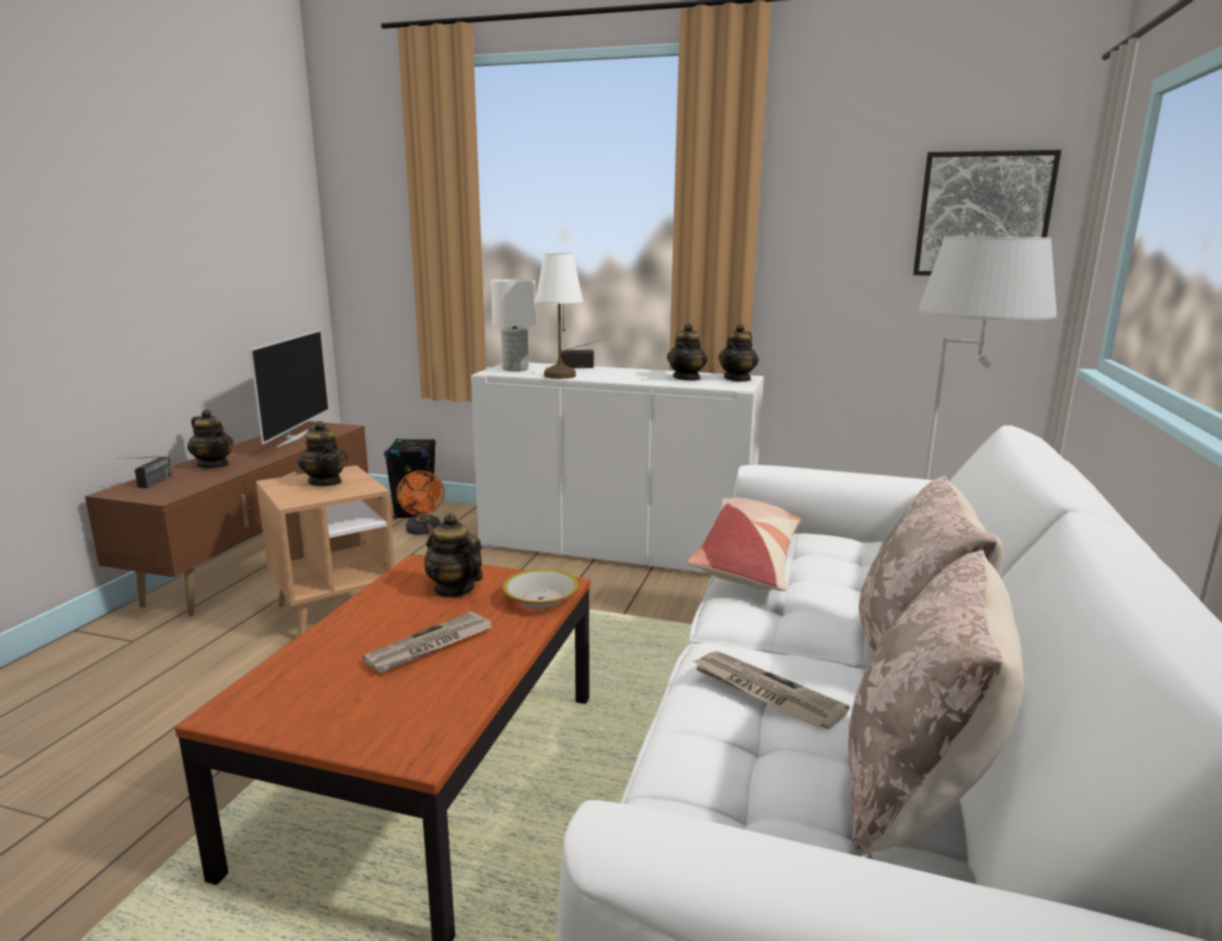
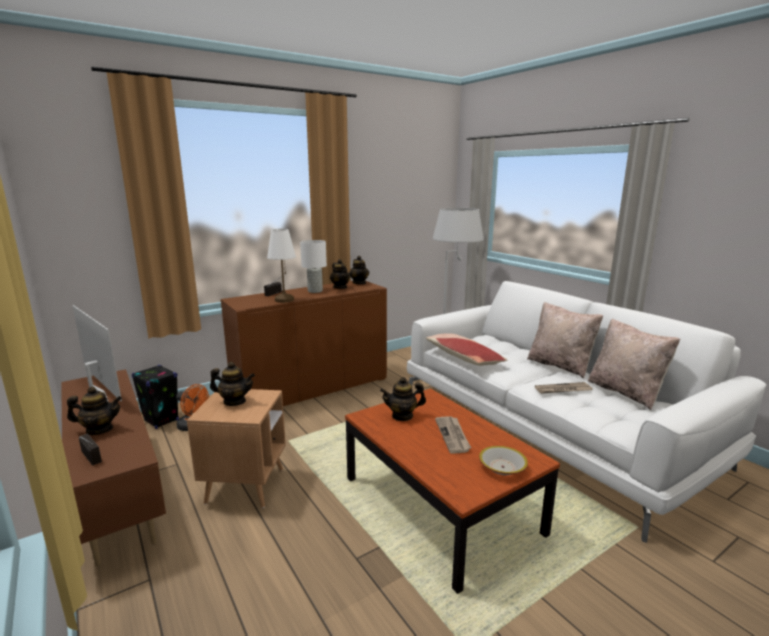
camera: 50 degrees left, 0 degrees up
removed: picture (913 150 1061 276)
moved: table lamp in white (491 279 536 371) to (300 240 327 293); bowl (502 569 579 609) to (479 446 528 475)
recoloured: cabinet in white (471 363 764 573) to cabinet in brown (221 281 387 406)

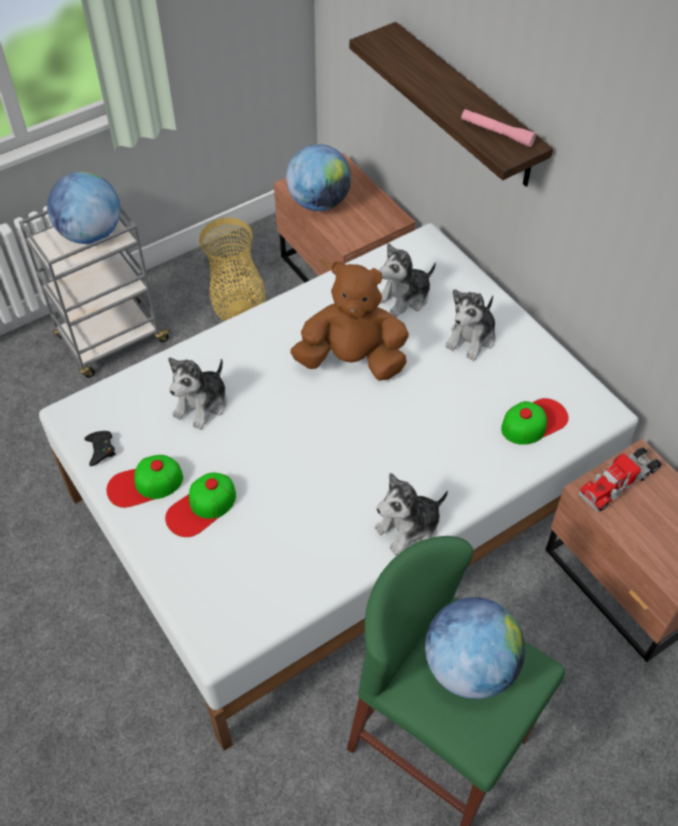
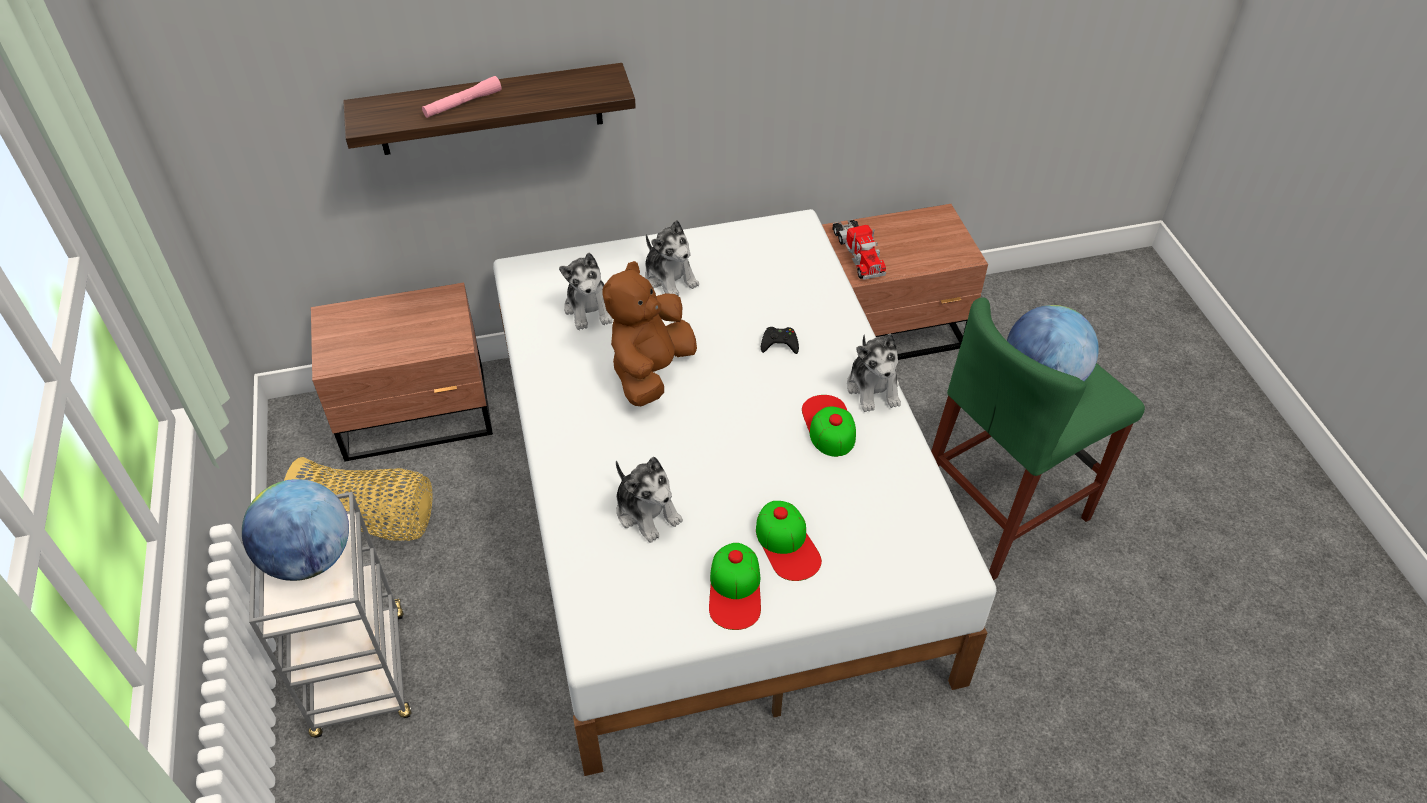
camera: 70 degrees left, 5 degrees down
removed: globe (286 144 351 211)
moved: flashlight in pink (461 109 536 147) to (422 76 501 118); game controller in black (84 431 116 466) to (761 327 799 354); cap (501 398 569 445) to (802 395 856 457)

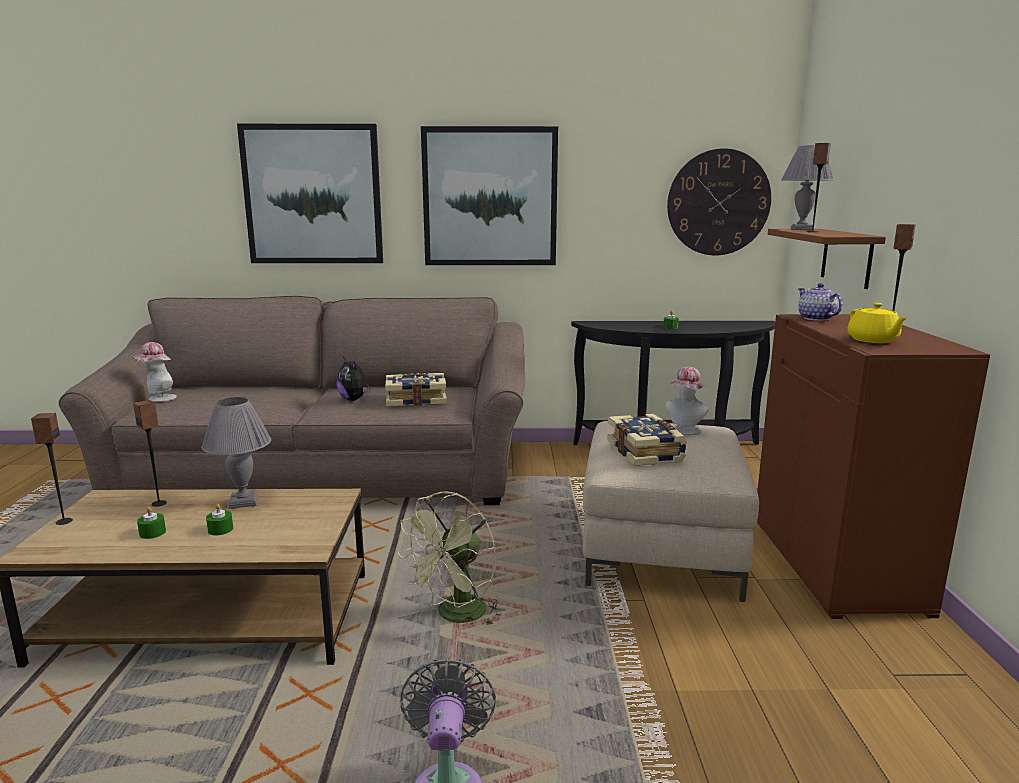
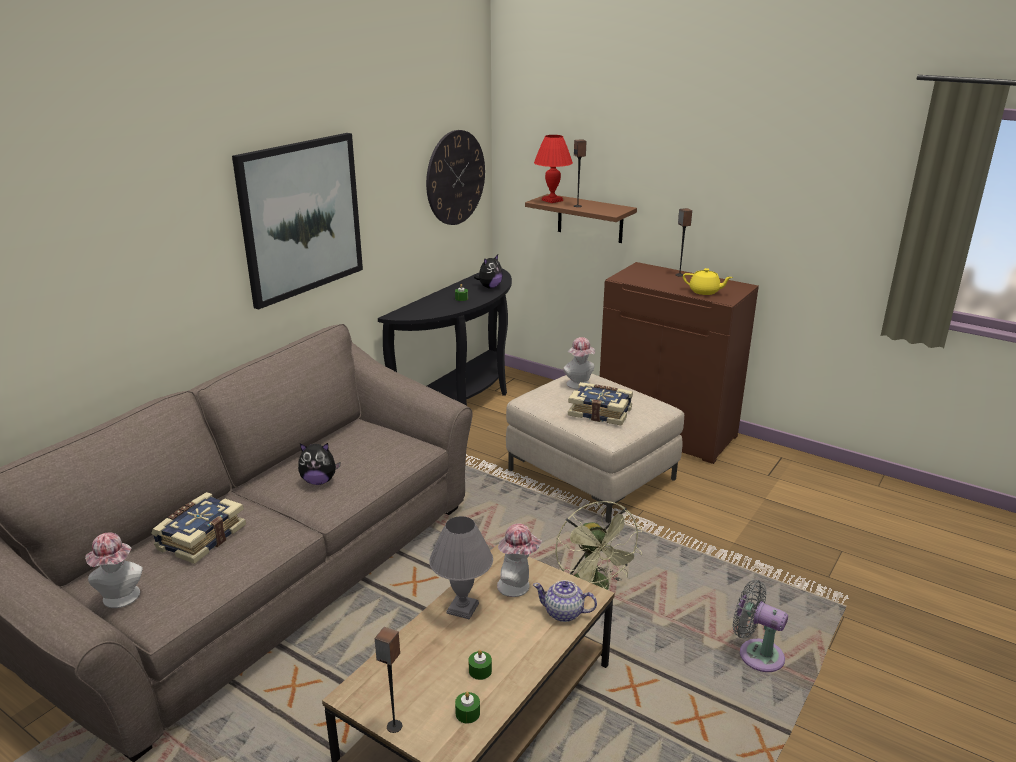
camera: 55 degrees left, 10 degrees up
removed: speaker (133 400 167 507); picture (237 124 383 263)
added: plush toy (474 255 503 289); hat (497 524 542 597)
moved: book (385 373 447 407) to (151 492 246 564); candle in green (206 504 233 536) to (455 691 480 723); teapot (798 283 843 321) to (533 580 597 622)
recoloured: table lamp in grey (782 145 834 230) to table lamp in red (534 135 573 203)

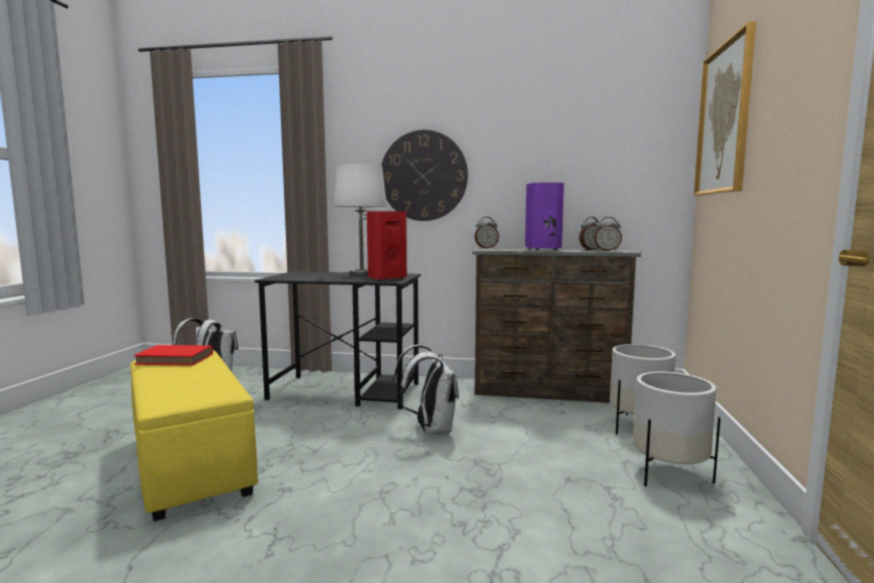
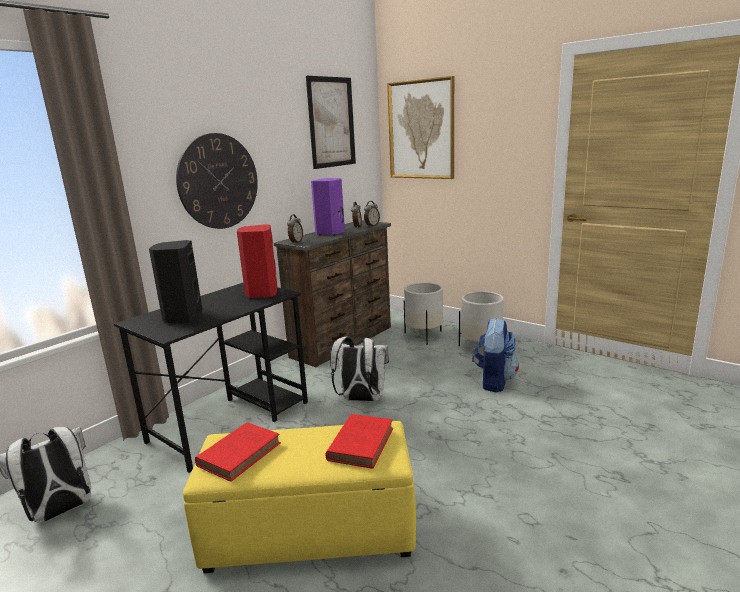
camera: 60 degrees left, 10 degrees up
removed: table lamp in white (334 163 387 276)
added: speaker in black (149 240 203 323); picture (306 76 356 169); book in red (326 414 393 469); backpack (472 318 519 393)

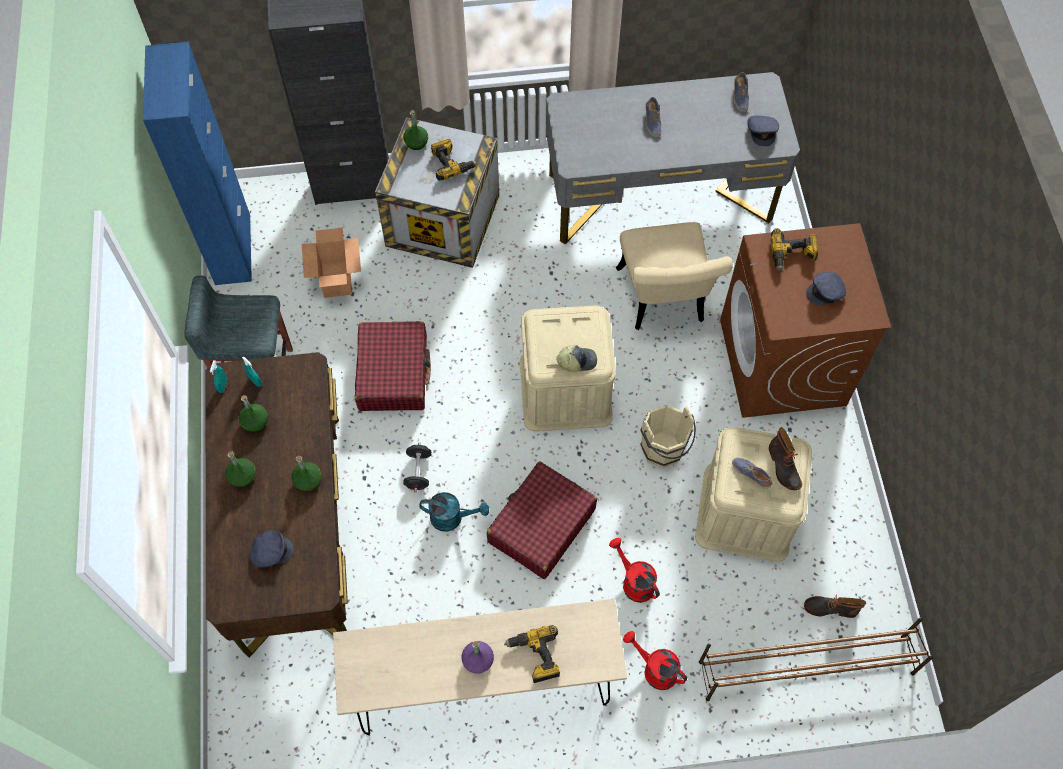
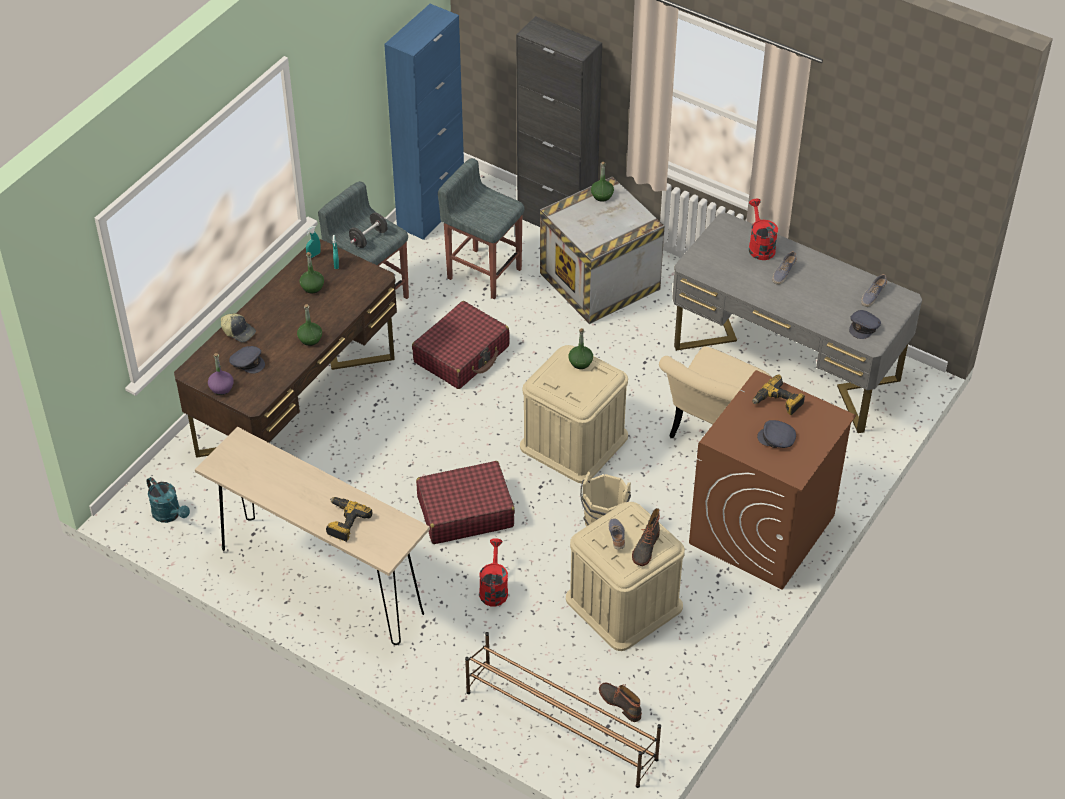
camera: 40 degrees right, 15 degrees down
removed: power drill (431 139 477 181)
moved: watering can in turquoise (419 492 489 532) to (147 477 190 523); bottle in purple (462 641 494 673) to (208 353 234 395); cap (556 345 597 372) to (221 313 256 342); dumbbell in black (403 442 431 493) to (349 212 387 248); bottle in green (225 451 256 487) to (568 328 593 369); watering can in red (623 631 687 690) to (749 199 778 260)
replaced: cardboard box (302 228 361 298) to stool in grey (438 158 524 299)

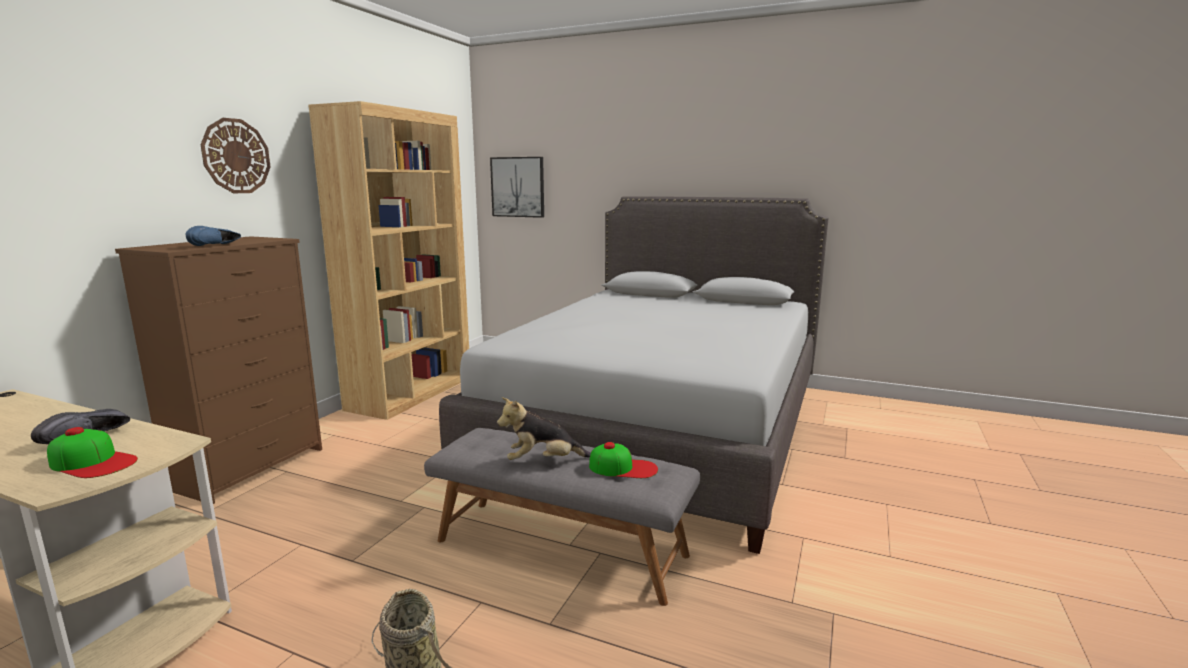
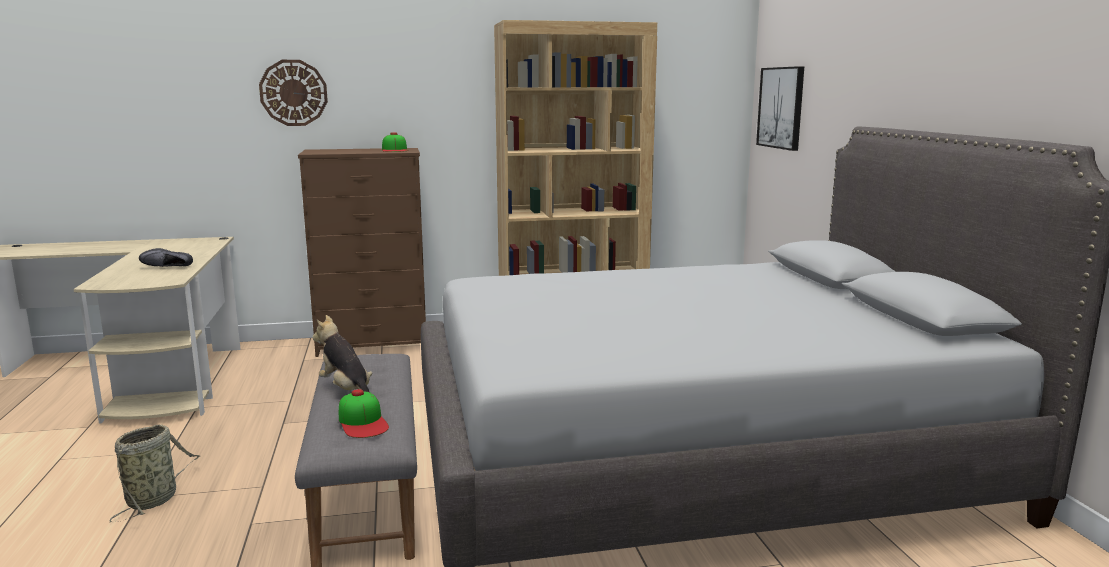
camera: 55 degrees right, 0 degrees up
removed: shoe in blue (186 226 241 246)
moved: wall clock (200 118 270 193) to (259 60 328 126); cap (47 427 138 478) to (382 132 408 152)

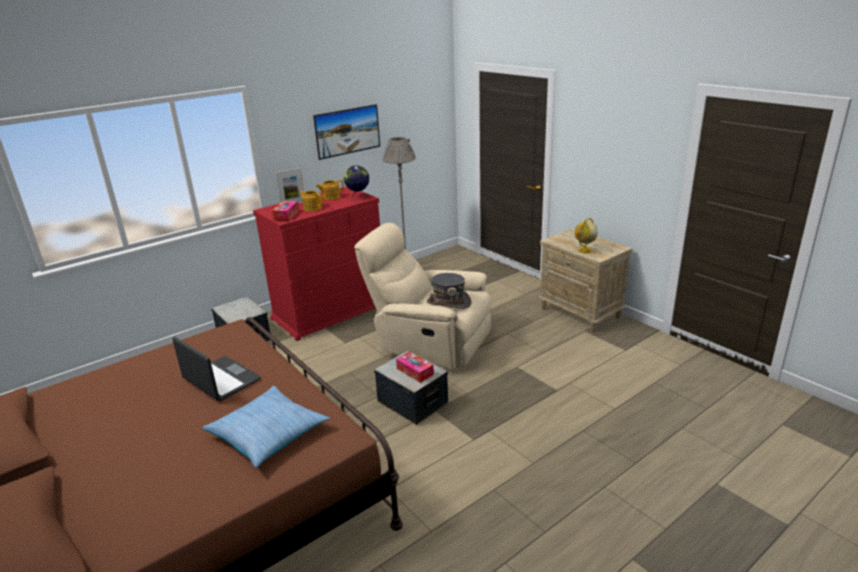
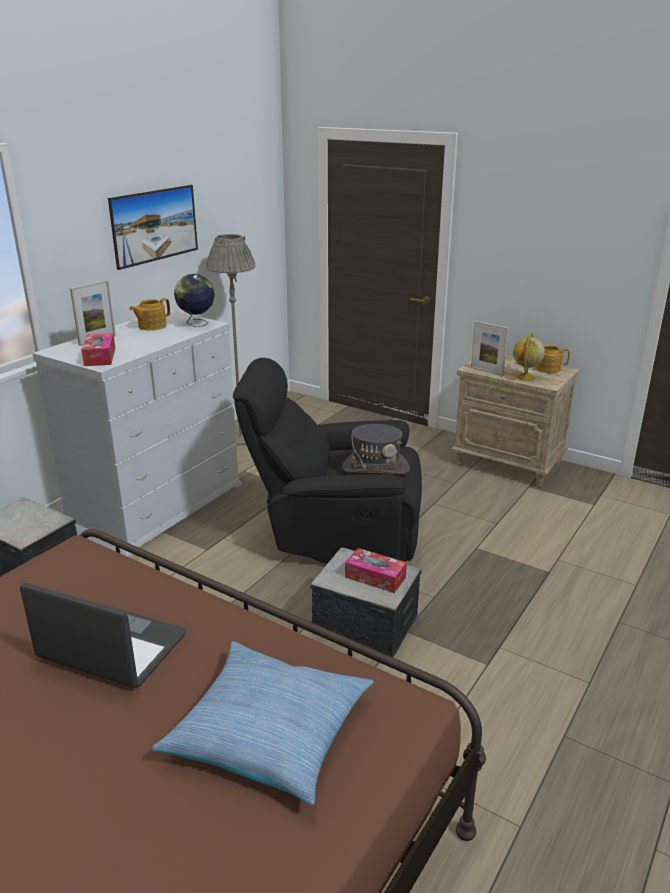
camera: 20 degrees left, 0 degrees up
added: picture frame (471 321 508 376)
moved: teapot (300 191 323 211) to (536 345 570 373)
recoloured: dresser in red (253 186 380 341) to dresser in white (32 310 242 557); armchair in beige (354 223 491 370) to armchair in black (233 358 422 564)

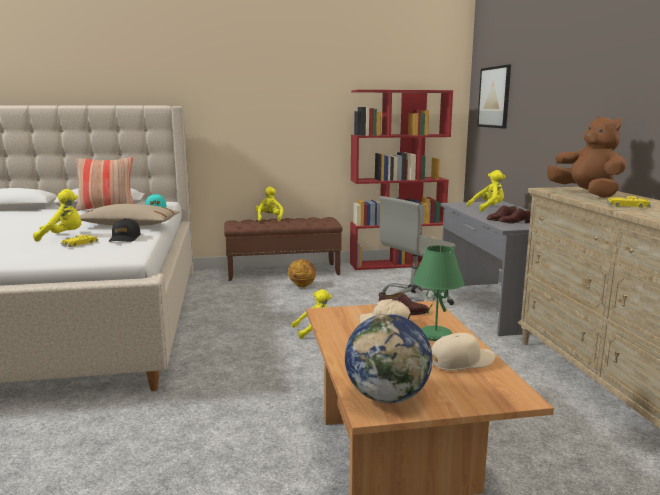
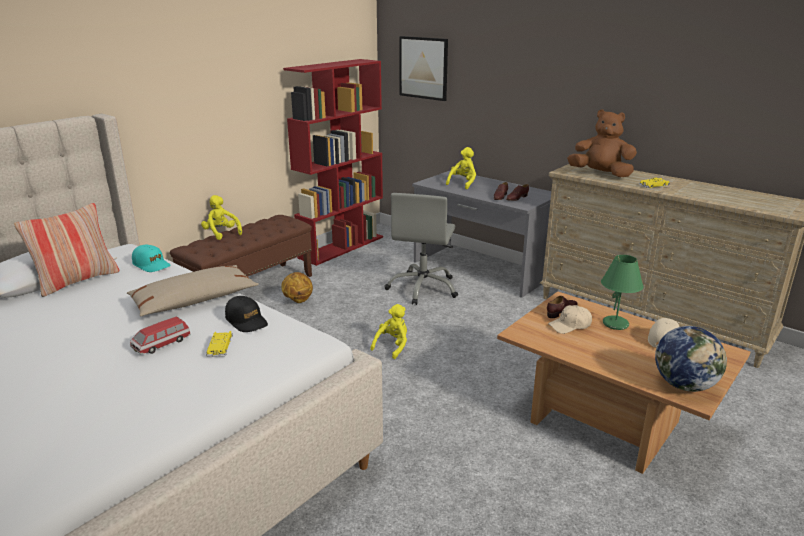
camera: 40 degrees left, 10 degrees up
replaced: plush toy in yellow (33 189 81 242) to toy car (130 317 191 354)

